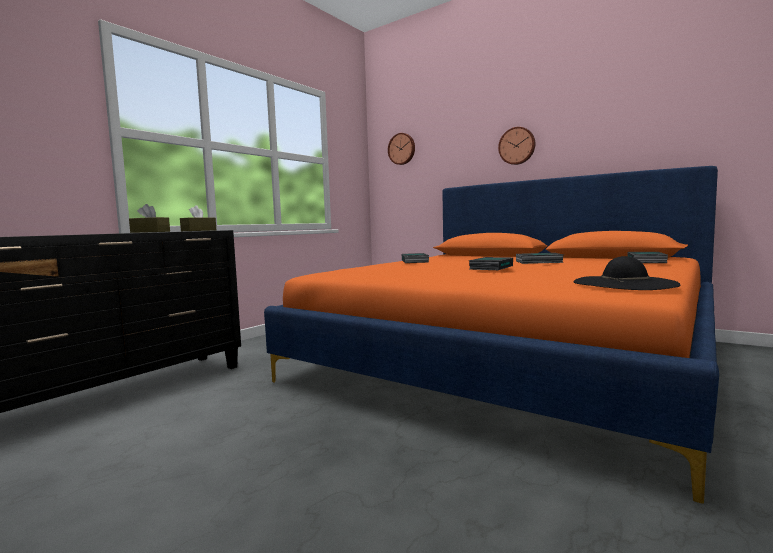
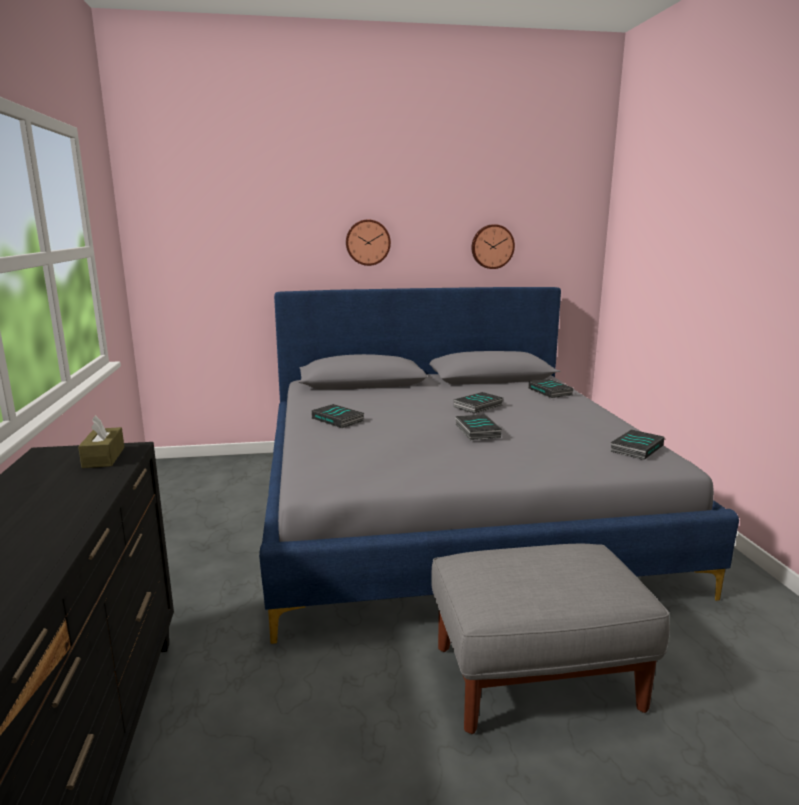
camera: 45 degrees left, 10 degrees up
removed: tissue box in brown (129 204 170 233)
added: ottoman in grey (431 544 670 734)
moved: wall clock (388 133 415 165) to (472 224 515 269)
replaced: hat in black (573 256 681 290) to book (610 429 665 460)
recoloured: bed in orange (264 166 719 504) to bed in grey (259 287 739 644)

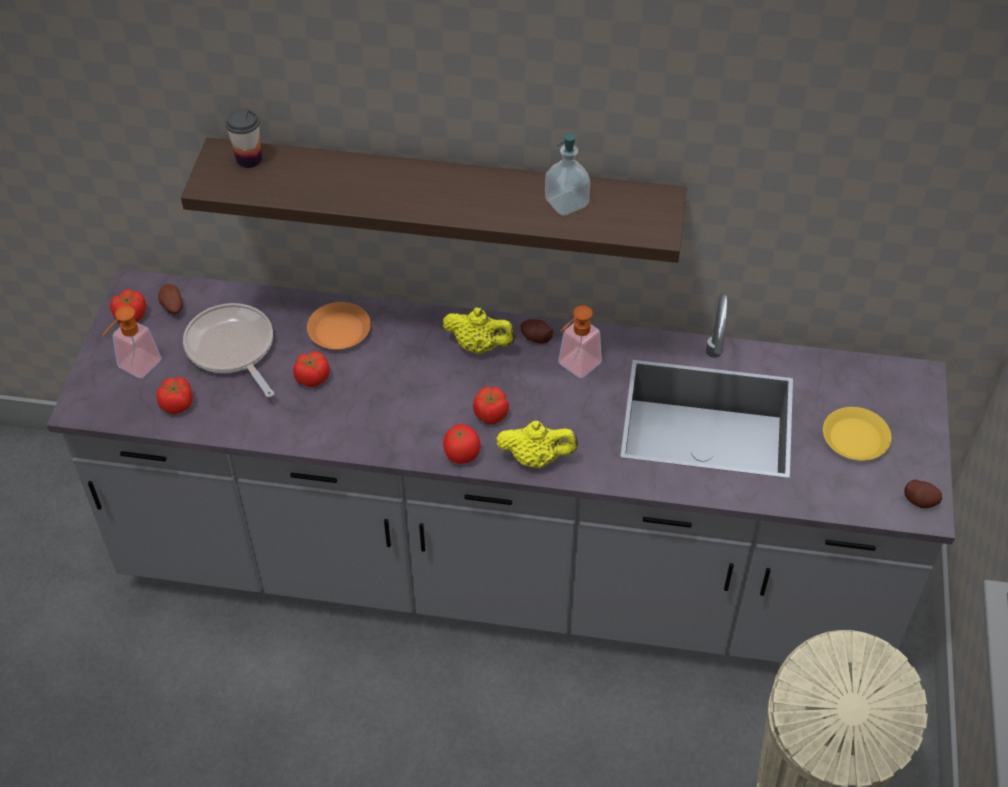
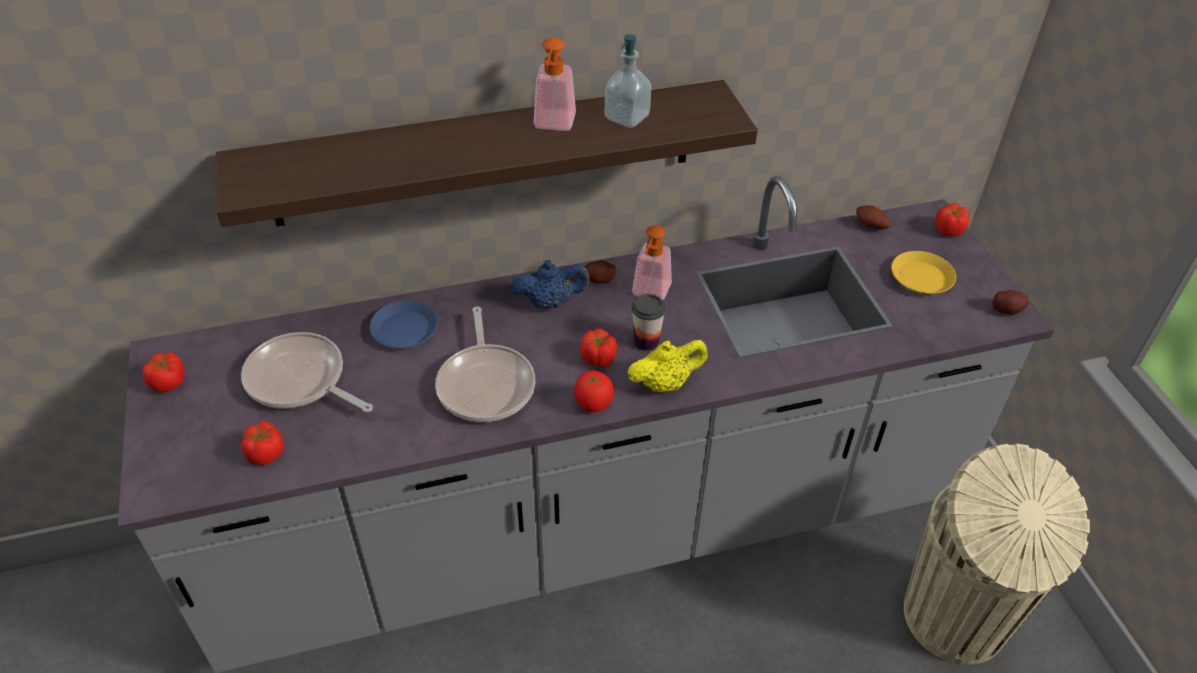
camera: 25 degrees left, 5 degrees down
added: frying pan (435 307 535 422)
moved: soap dispenser (102 306 162 379) to (534 38 576 131); cup (225 108 262 168) to (632 294 666 351); potato (158 284 183 314) to (856 205 891 230); tomato (293 351 330 387) to (935 203 969 237)
recoloured: plate in orange (307 302 371 349) to plate in blue (369 300 438 348); teapot in yellow (443 308 516 354) to teapot in blue (511 260 590 308)

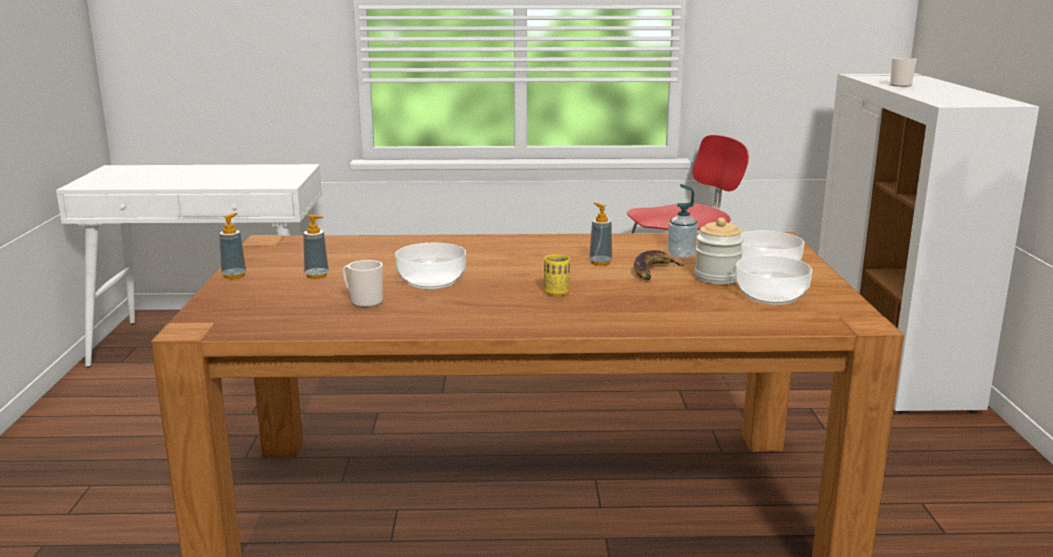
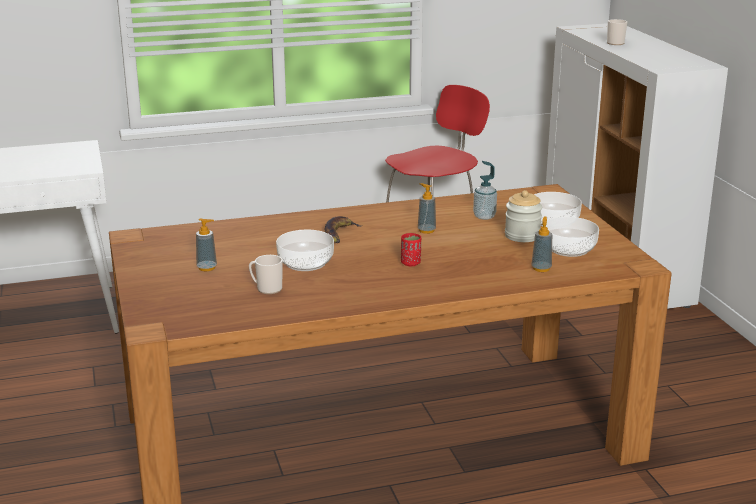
camera: 15 degrees left, 5 degrees up
moved: banana (634 250 685 280) to (324 216 361 243); soap dispenser (219 213 246 279) to (531 216 552 272)
recoloured: cup in yellow (544 254 570 296) to cup in red (401 233 421 266)

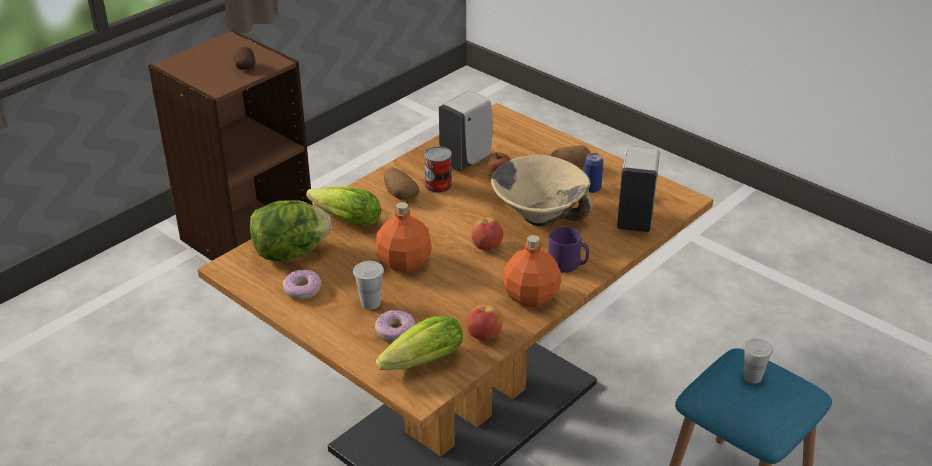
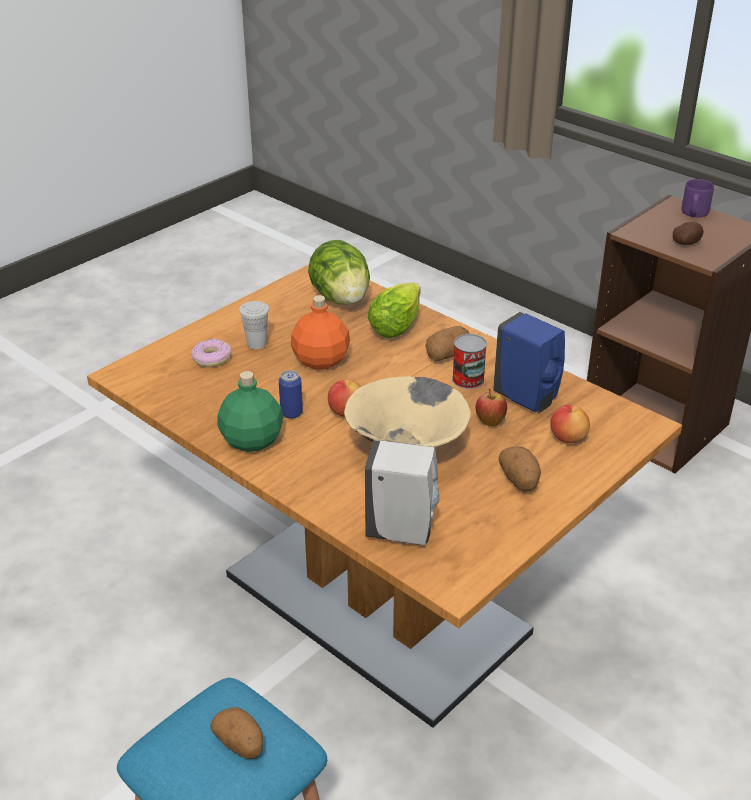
camera: 90 degrees right, 0 degrees up
removed: donut (283 270 321 300); lettuce (376 316 463 370)
moved: can (584 153 603 193) to (279 370 303 419); apple (466 304 503 341) to (550 404 590 443); mug in purple (548 227 589 273) to (682 179 714 218)
replaced: cup in white (744 338 773 384) to potato (210 707 263 759)
recoloured: bottle in orange (502 235 562 307) to bottle in green (217 371 284 452); soap dispenser in white (439 91 493 171) to soap dispenser in blue (493 312 565 413)

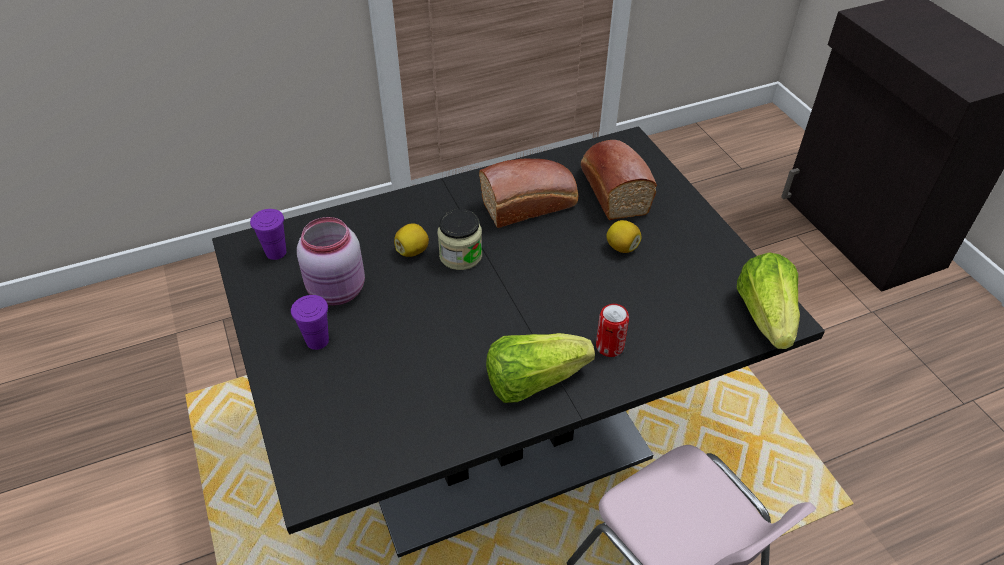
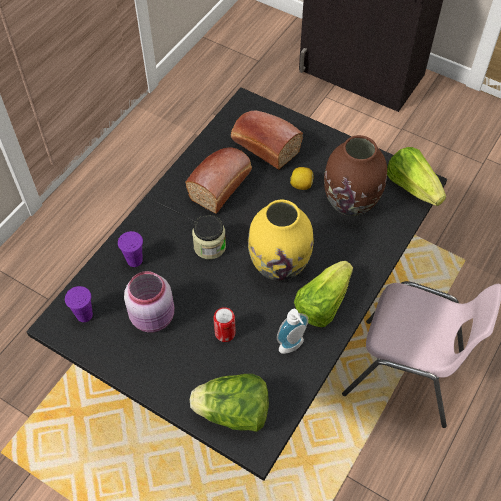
camera: 35 degrees left, 10 degrees up
removed: lemon (394 223 429 257)
added: lettuce (190 374 269 432); vase in yellow (248 200 314 281); soap dispenser (277 309 308 354); vase in brown (324 135 387 216)
moved: cup in purple (291 295 329 350) to (118 231 143 267); can (596 304 629 357) to (213 307 236 342)

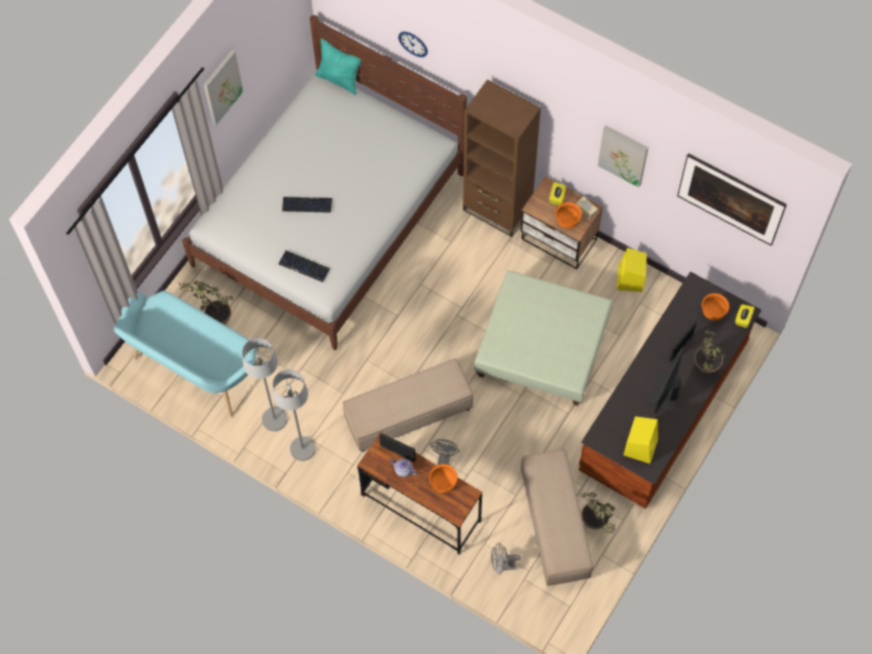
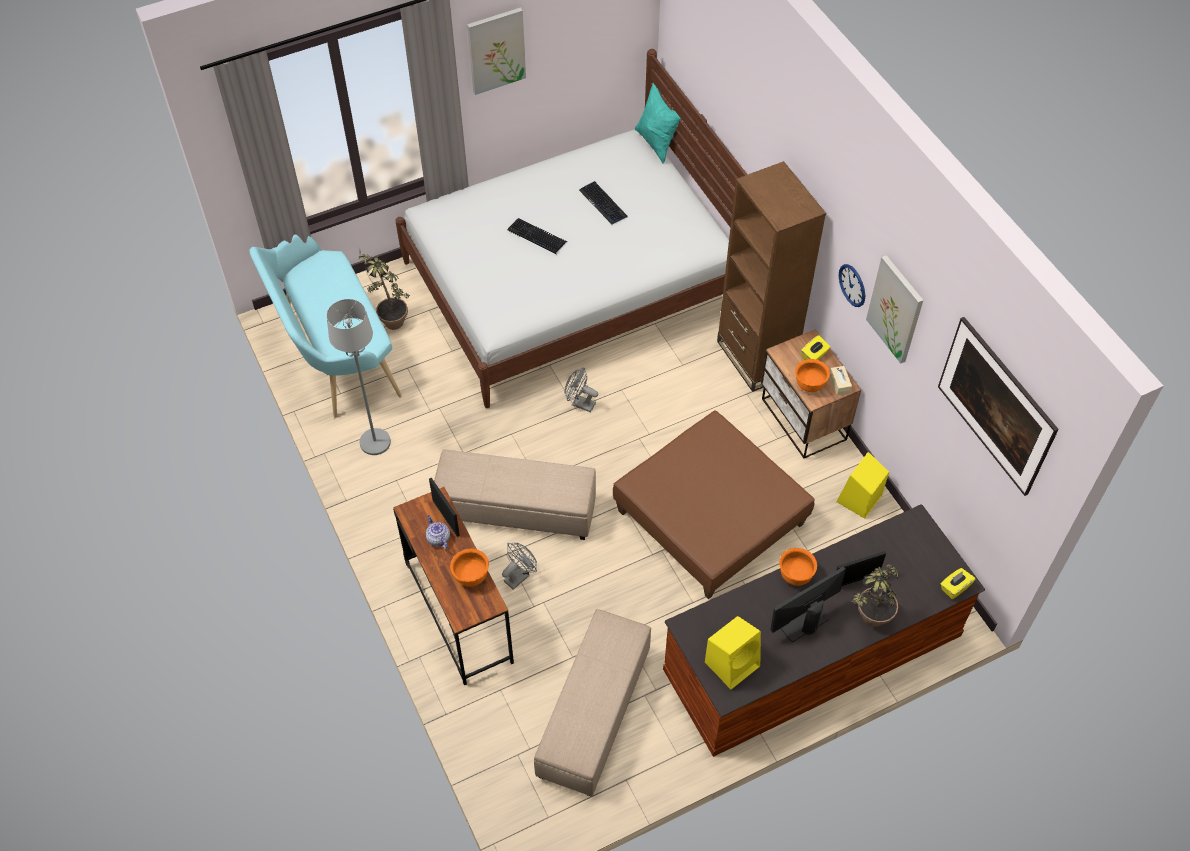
camera: 30 degrees right, 10 degrees down
removed: floor lamp in grey (273 369 316 461); potted plant (581 492 616 533)
moved: fan in grey (491 542 520 575) to (564 368 598 412); keyboard (279 251 330 282) to (579 181 627 224); bowl in orange (702 293 729 320) to (779 548 817 586); wall clock (398 32 428 57) to (839 264 865 307)
recoloured: ottoman in green (474 270 612 406) to ottoman in brown (613 410 815 599)

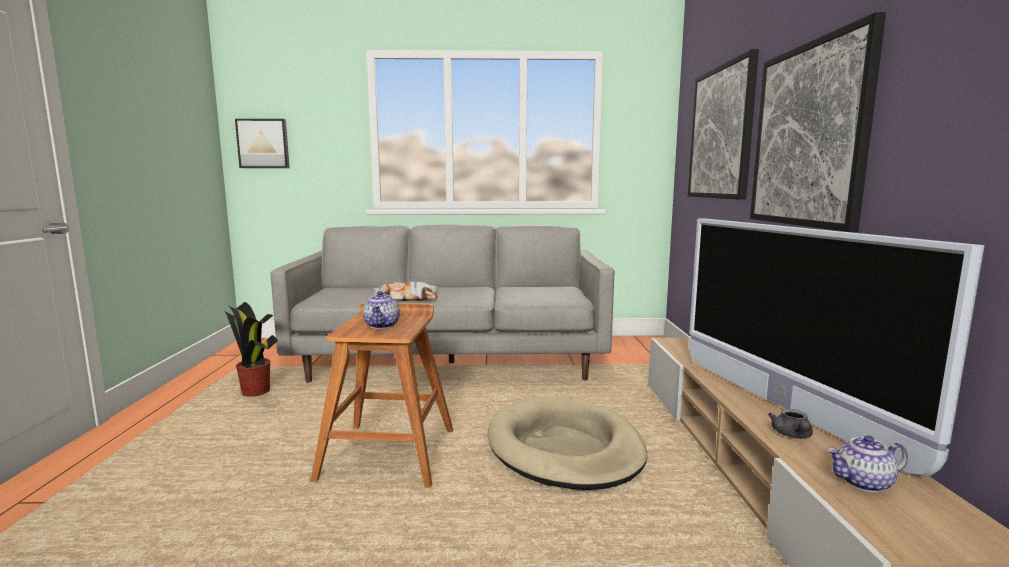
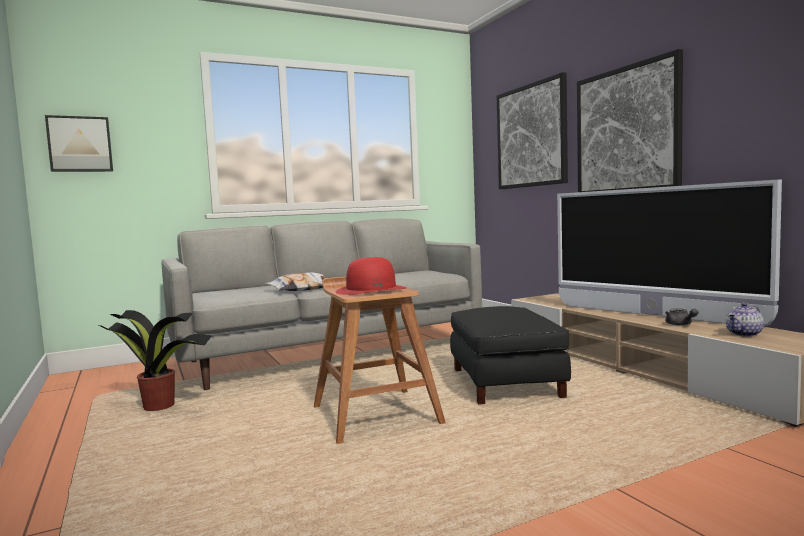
camera: 25 degrees left, 5 degrees down
replaced: teapot (363 291 400 329) to hat in red (336 257 406 295); dog bed in beige (488 397 647 490) to ottoman in black (450 306 571 404)

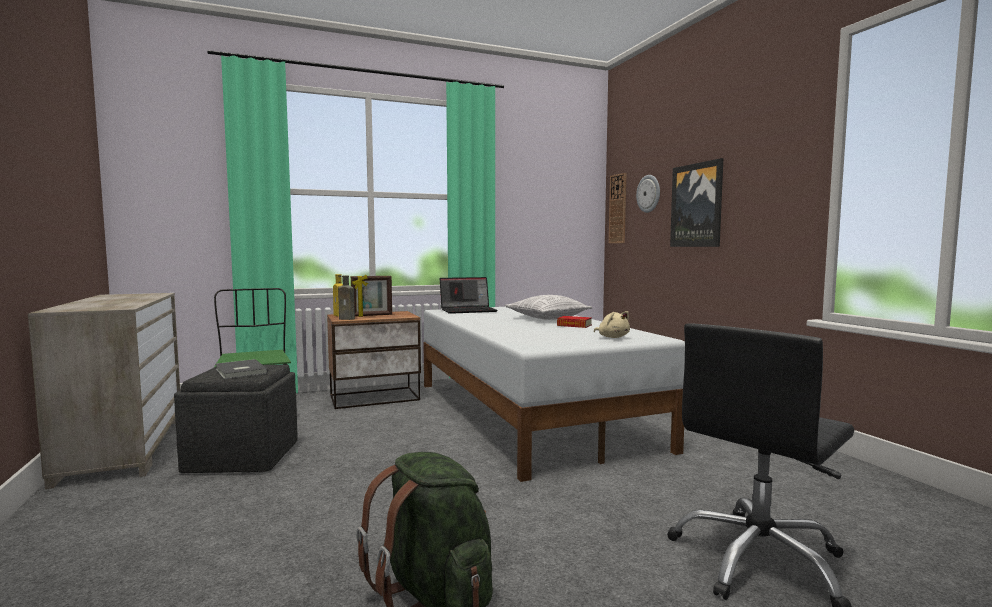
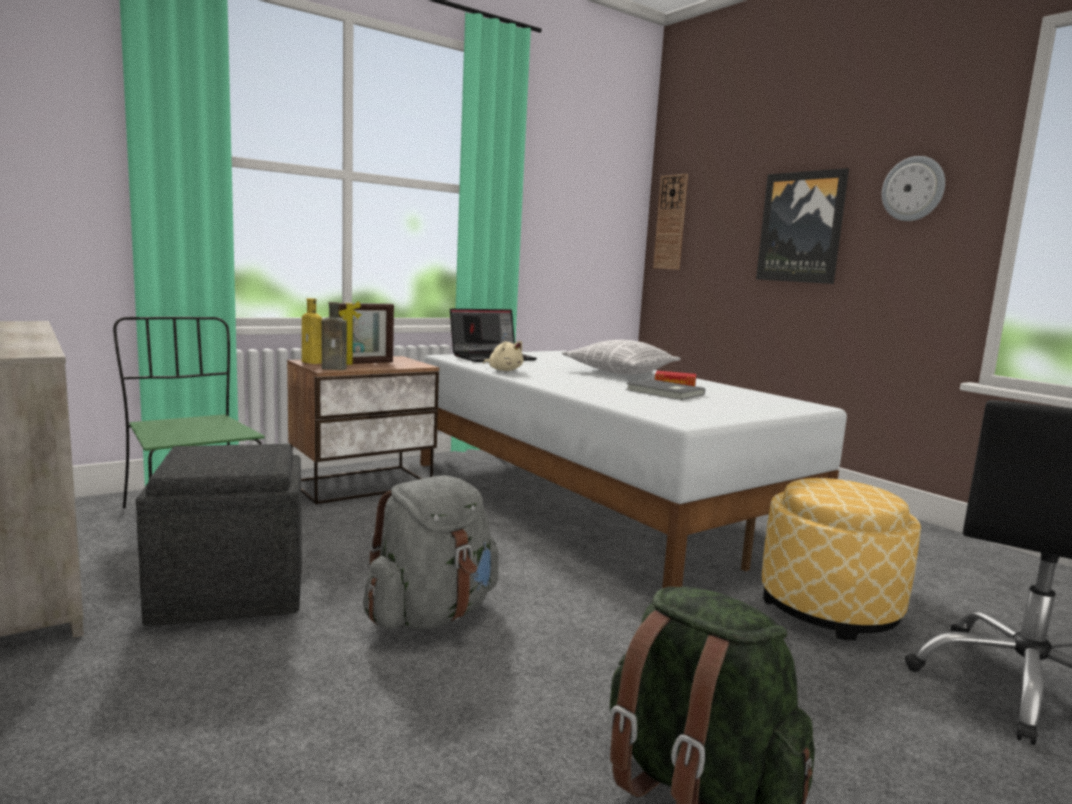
camera: 15 degrees left, 5 degrees up
added: backpack in grey (363 476 499 630); ottoman (762 478 921 641)
moved: plush toy in beige (594 311 630 338) to (483 341 524 371); book in grey (215 359 268 379) to (626 379 705 400); wall clock (636 175 660 213) to (882 156 945 221)

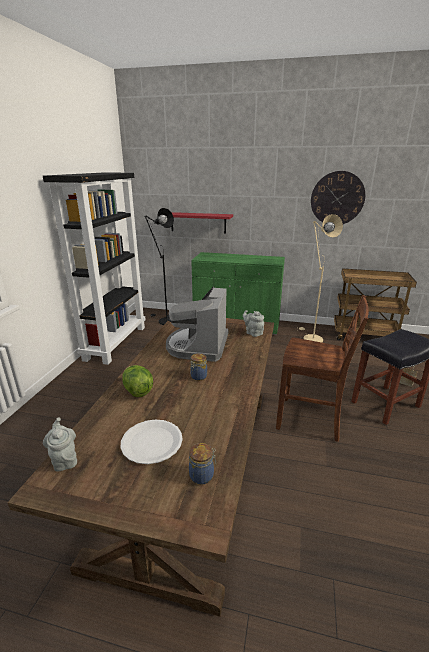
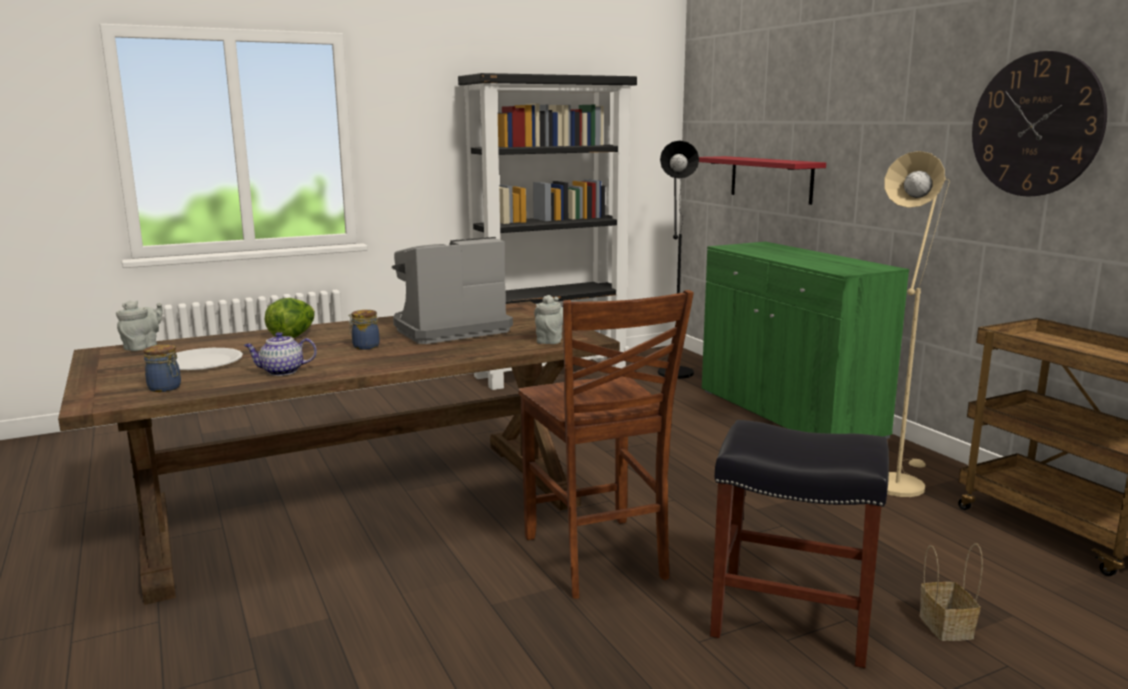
camera: 50 degrees right, 10 degrees down
added: teapot (244 332 317 376)

